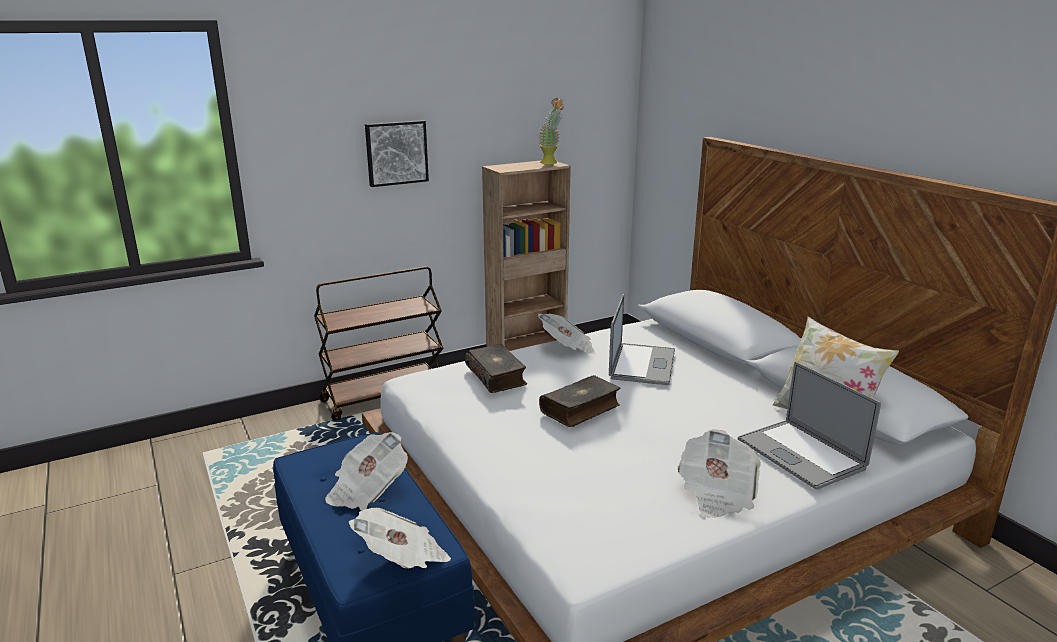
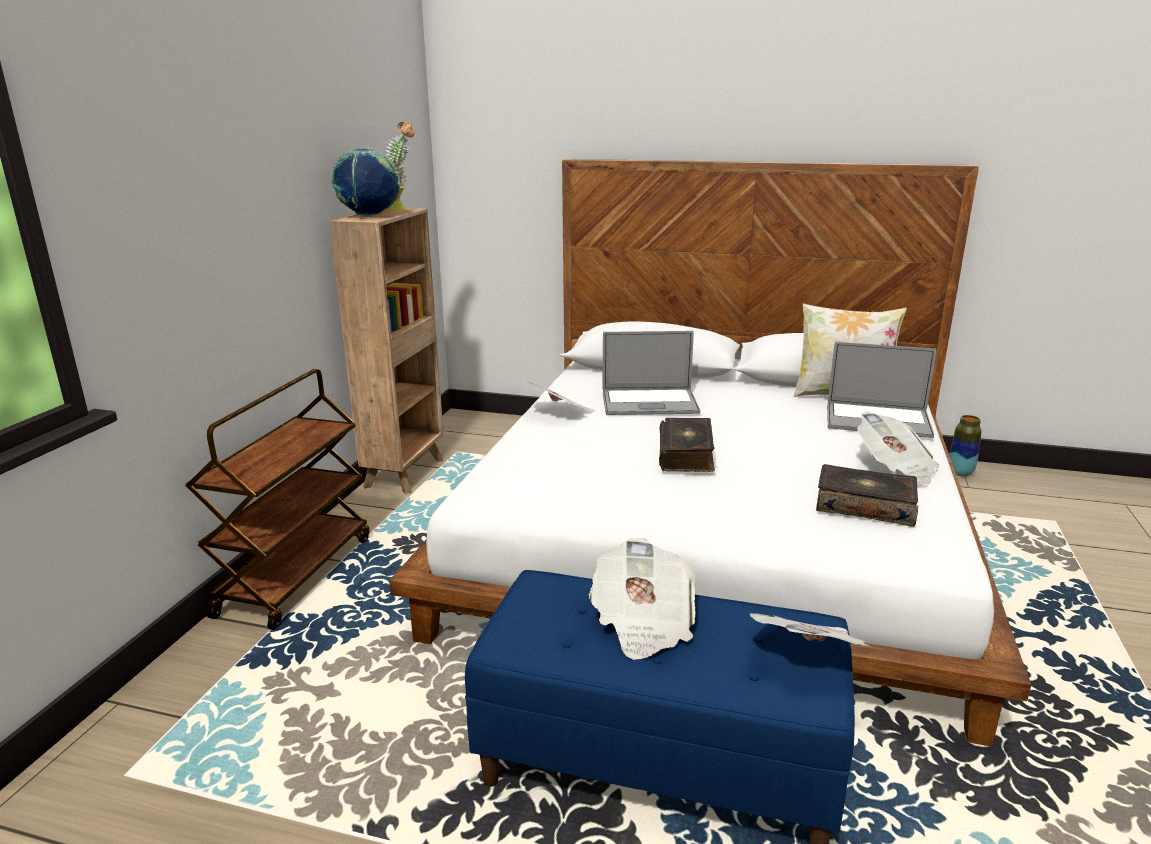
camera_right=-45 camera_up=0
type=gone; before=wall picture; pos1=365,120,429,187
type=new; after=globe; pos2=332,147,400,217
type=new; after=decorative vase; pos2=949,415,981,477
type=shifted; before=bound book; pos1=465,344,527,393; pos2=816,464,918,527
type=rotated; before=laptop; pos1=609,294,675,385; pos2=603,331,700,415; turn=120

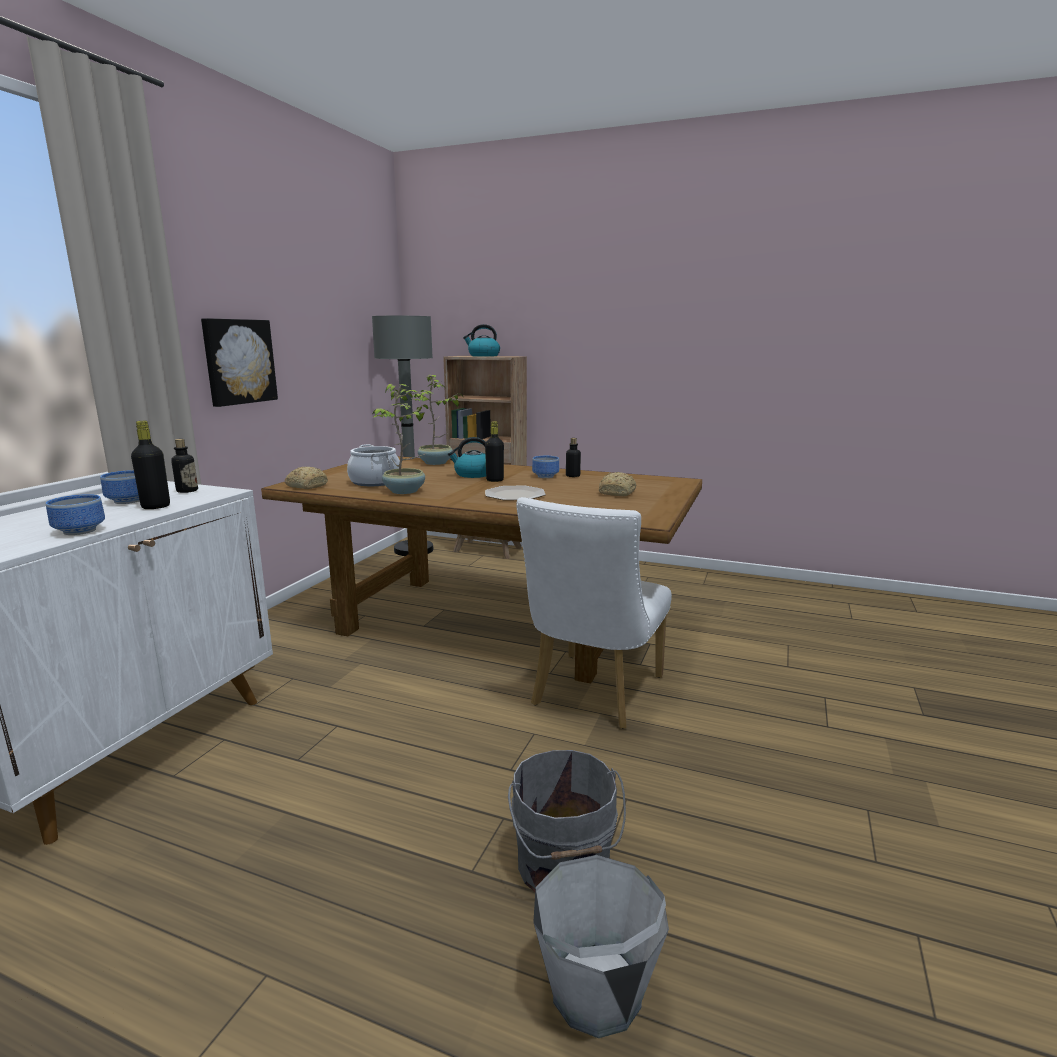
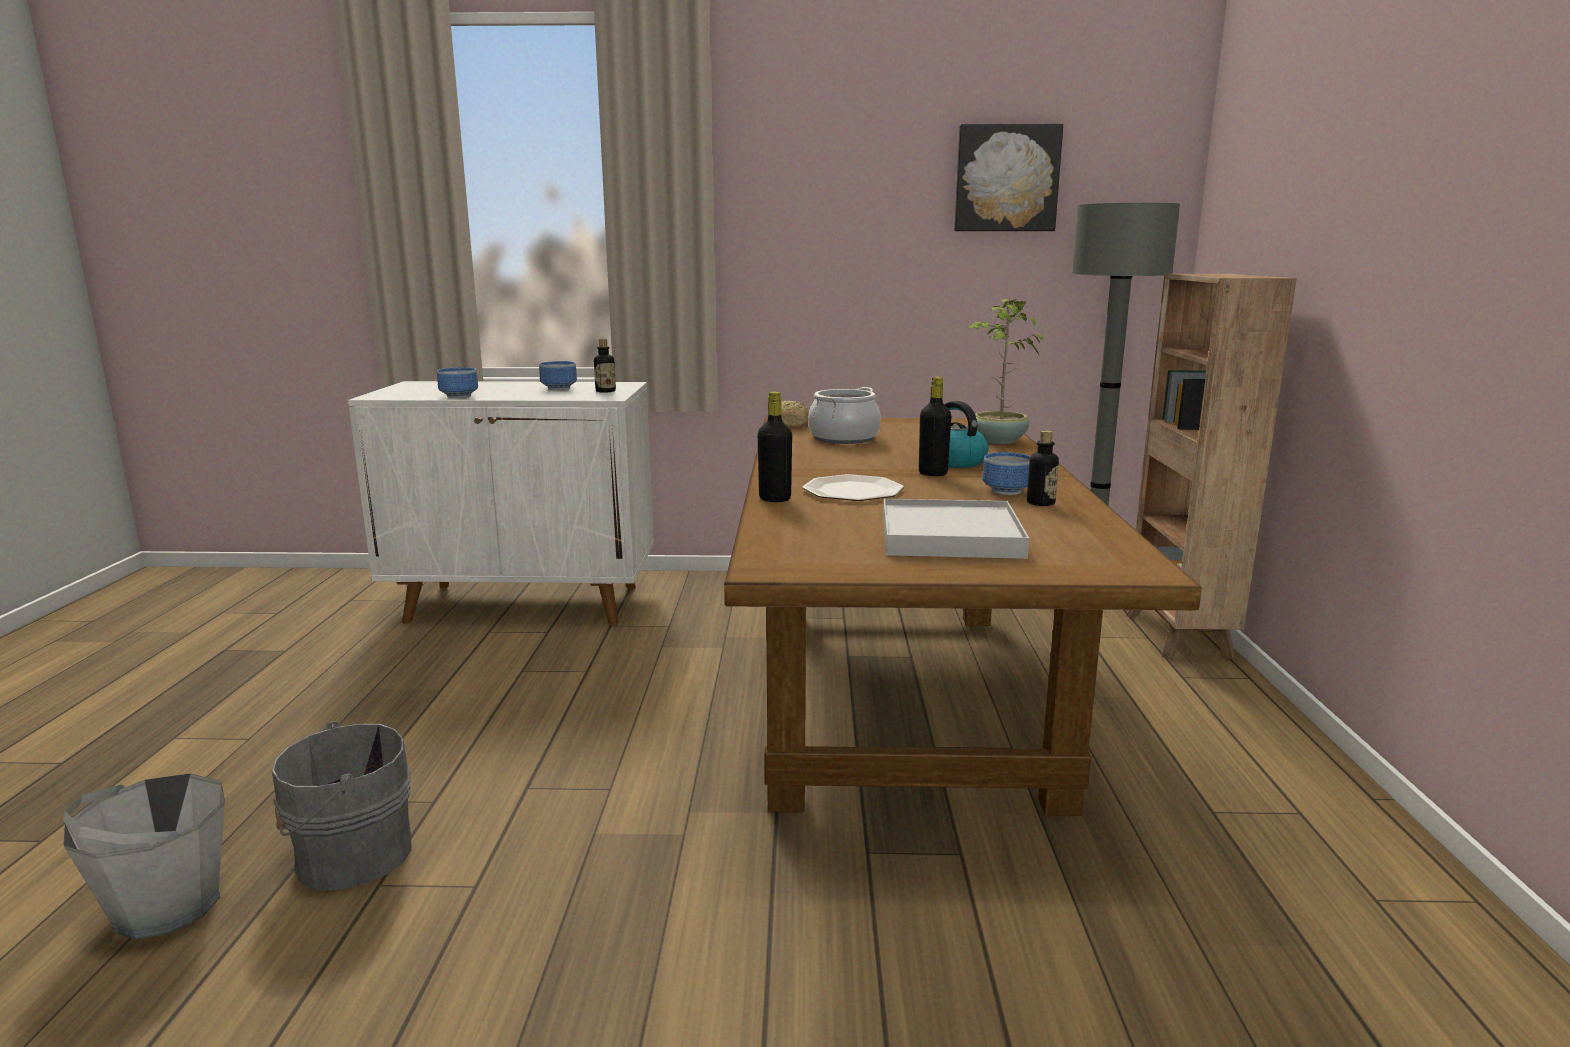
camera_right=70 camera_up=0
type=gone; before=houseplant; pos1=373,384,428,494
type=gone; before=kettle; pos1=463,324,500,357
type=gone; before=chair in white-coloured; pos1=516,497,672,729
type=shifted; before=bottle in blackish; pos1=131,421,170,509; pos2=758,391,792,502
type=shifted; before=wall picture; pos1=201,318,278,407; pos2=954,124,1063,231
type=swapped; before=bread; after=serving tray in white-coloured; pos1=599,472,636,496; pos2=883,499,1029,559

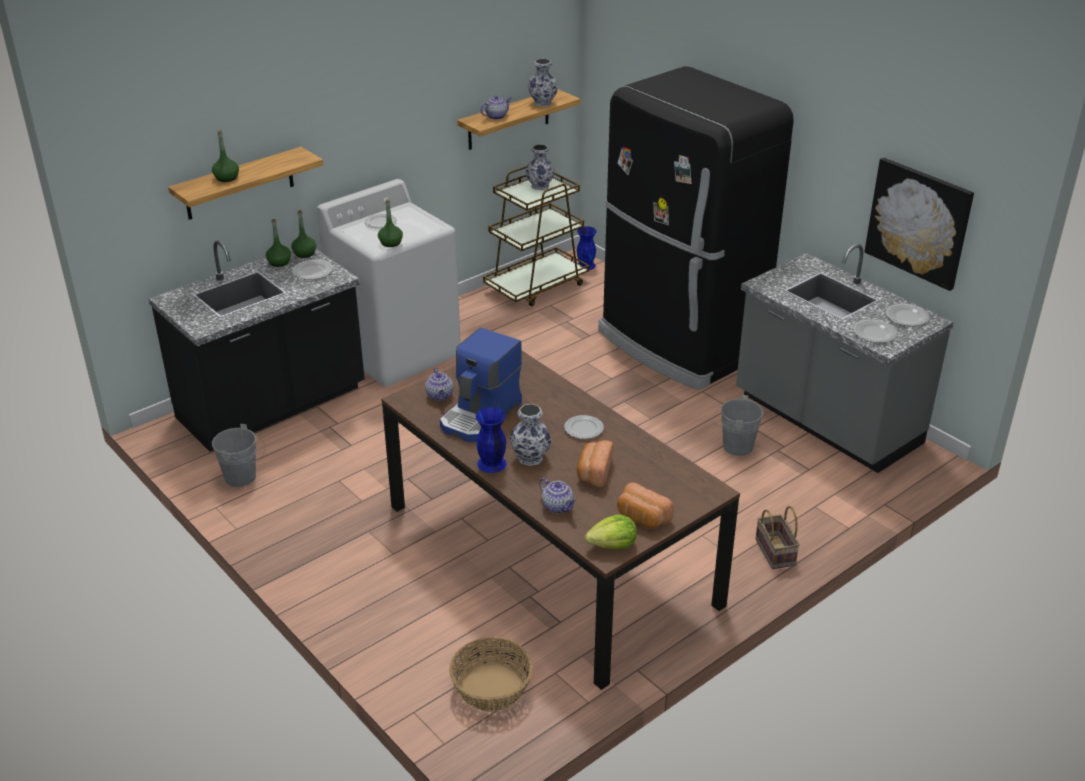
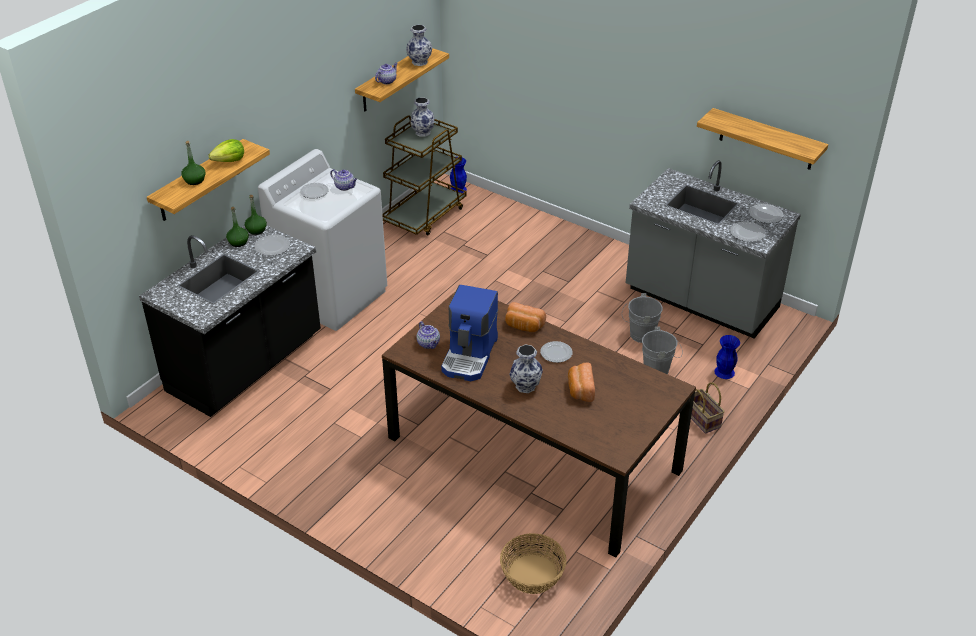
camera_right=-15 camera_up=5
type=gone; before=bottle in greenish; pos1=378,199,403,247
type=gone; before=refrigerator in blackish; pos1=598,66,794,390
type=shifted; before=bucket in gray; pos1=212,424,265,487; pos2=642,327,683,374
type=shifted; before=decorative vase in bluish; pos1=476,407,507,473; pos2=714,335,740,379
type=shifted; before=teapot; pos1=539,478,576,513; pos2=330,169,357,191
type=shifted; before=lettuce head; pos1=585,514,637,549; pos2=208,139,244,162
type=shifted; before=bread; pos1=617,483,674,528; pos2=505,302,546,332
type=swapped; before=wall picture; after=wall shelf; pos1=865,158,974,291; pos2=697,108,828,170

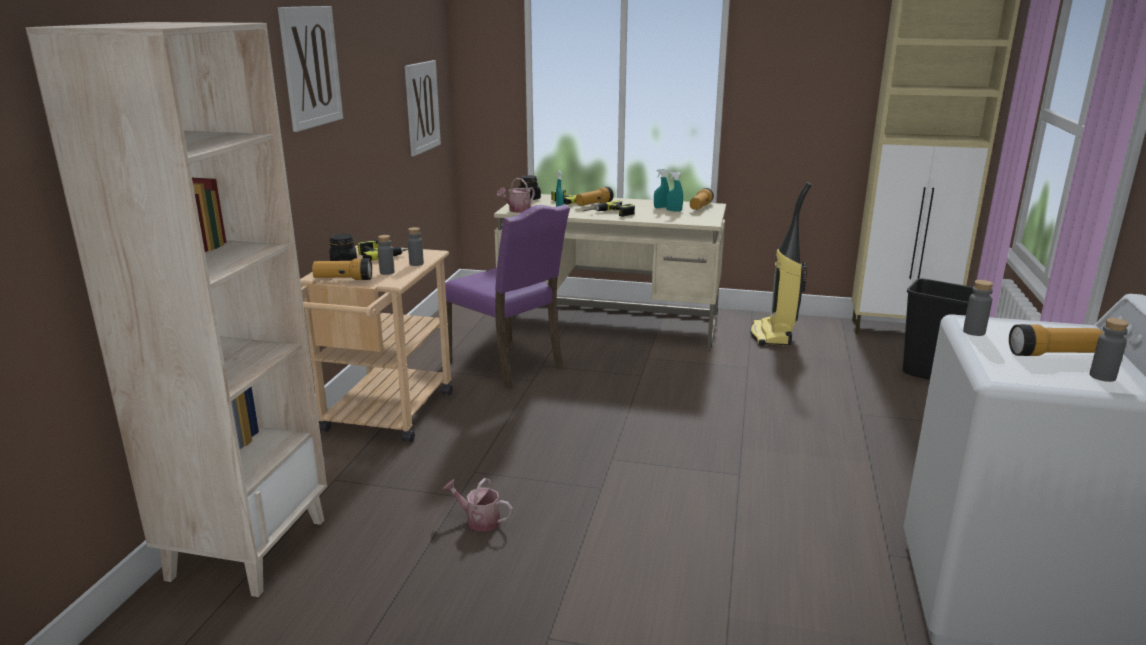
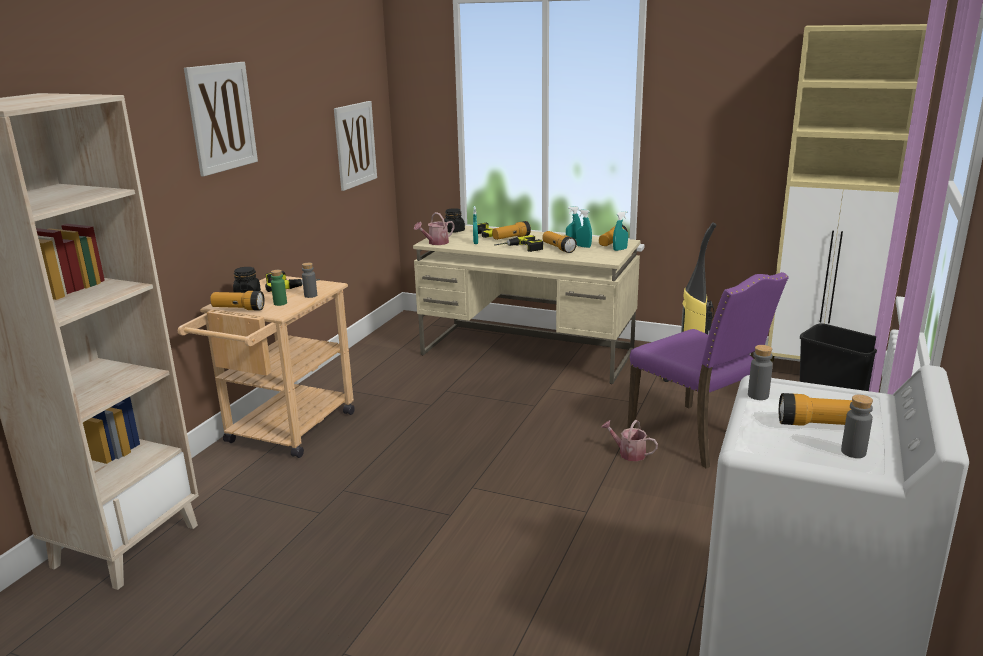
camera_right=10 camera_up=0
type=new; after=hand torch; pos2=543,231,577,253
type=new; after=hand sprayer in blue-green; pos2=613,211,628,251
type=shifted; before=sprinkling can; pos1=443,478,513,532; pos2=602,420,658,461
type=shifted; before=chair in purple; pos1=445,205,570,389; pos2=627,272,789,469
type=repainted; before=bottle in gray; after=bottle in greenish; pos1=378,235,395,275; pos2=271,270,287,306

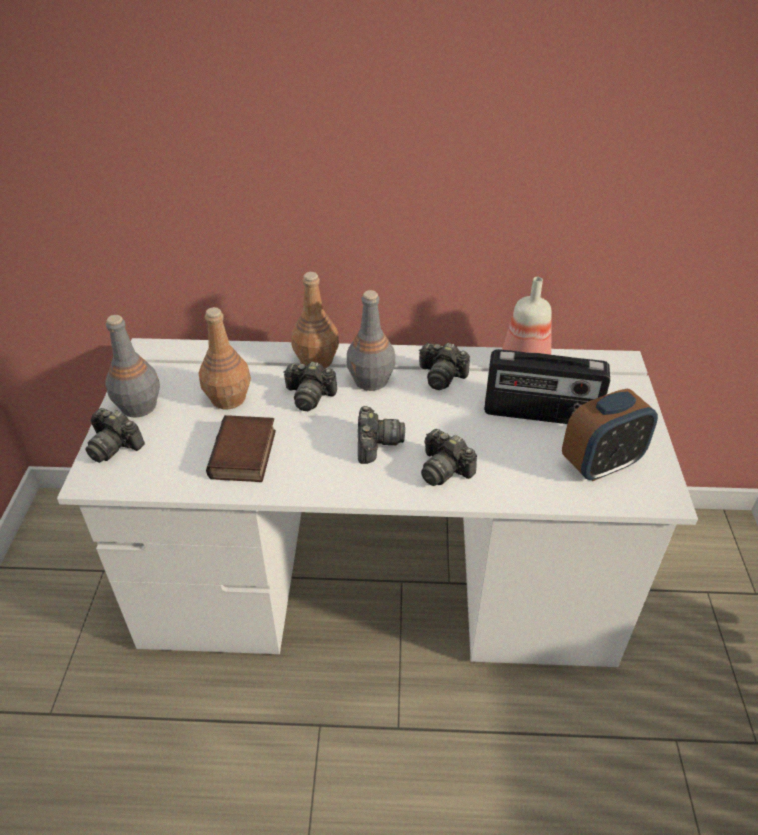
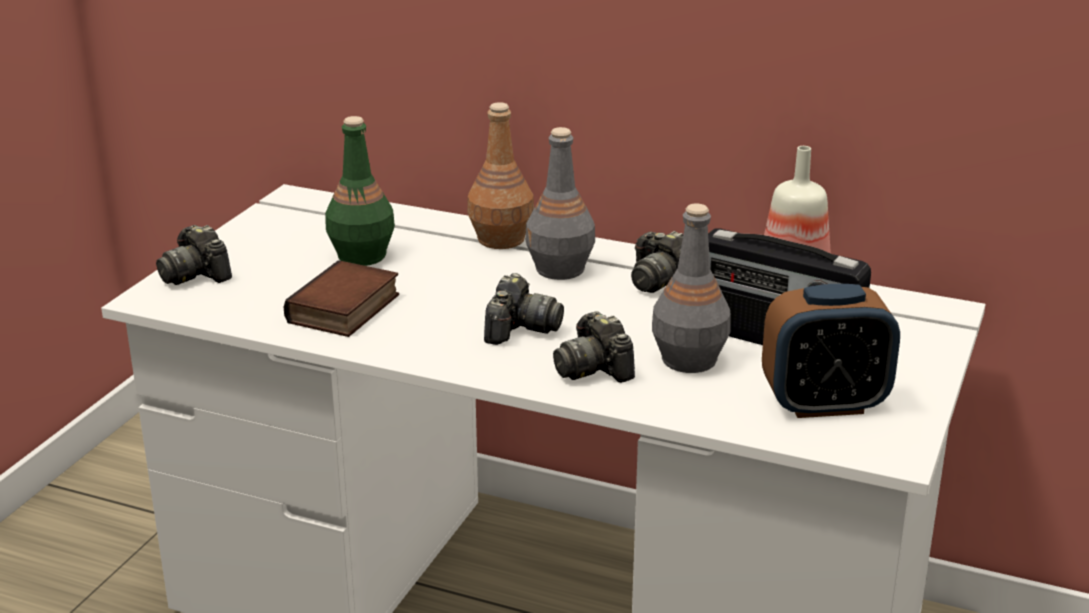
camera_right=20 camera_up=-15
type=gone; before=photo camera; pos1=283,362,337,411
type=shifted; before=bottle in gray; pos1=105,315,160,417; pos2=652,204,731,373
type=repainted; before=bottle in brown-coloured; after=bottle in greenish; pos1=199,307,251,409; pos2=325,116,395,266

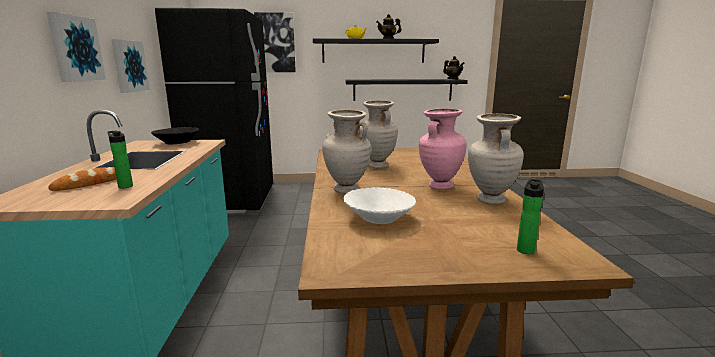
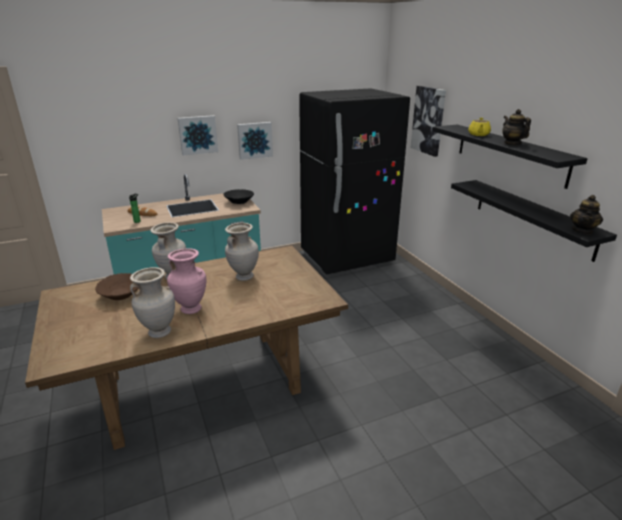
camera_right=70 camera_up=10
type=gone; before=bottle; pos1=517,179,544,254
type=repainted; before=serving bowl in white-coloured; after=serving bowl in brown-coloured; pos1=343,188,416,224; pos2=95,273,139,300

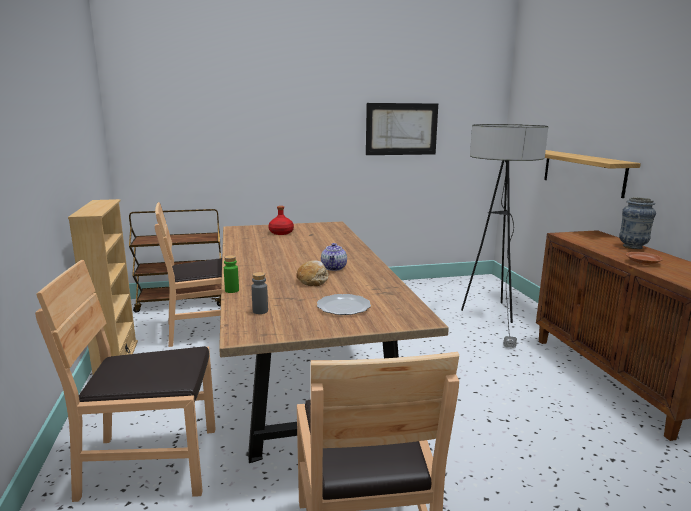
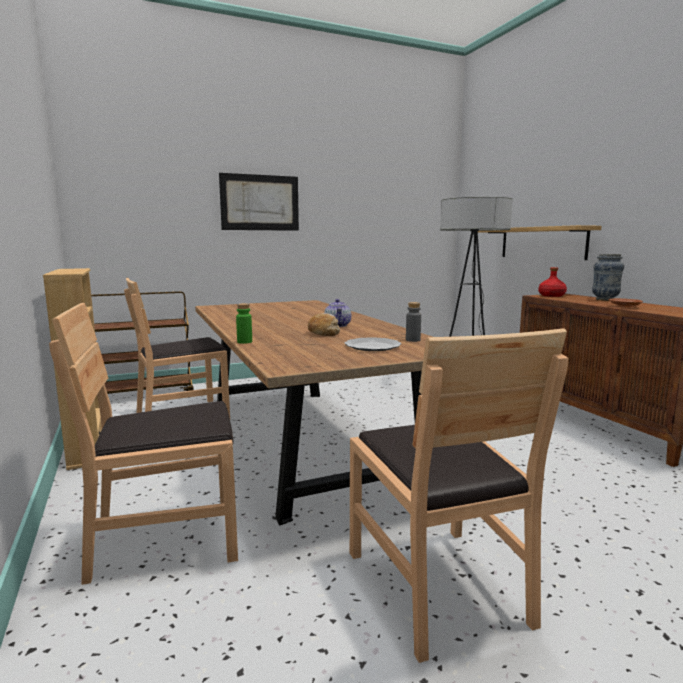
camera_right=-10 camera_up=-5
type=shifted; before=bottle in gray; pos1=251,272,268,314; pos2=406,302,421,342
type=shifted; before=bottle in red; pos1=268,206,294,235; pos2=538,267,567,297
type=shifted; before=wall picture; pos1=366,103,438,155; pos2=219,173,299,231

